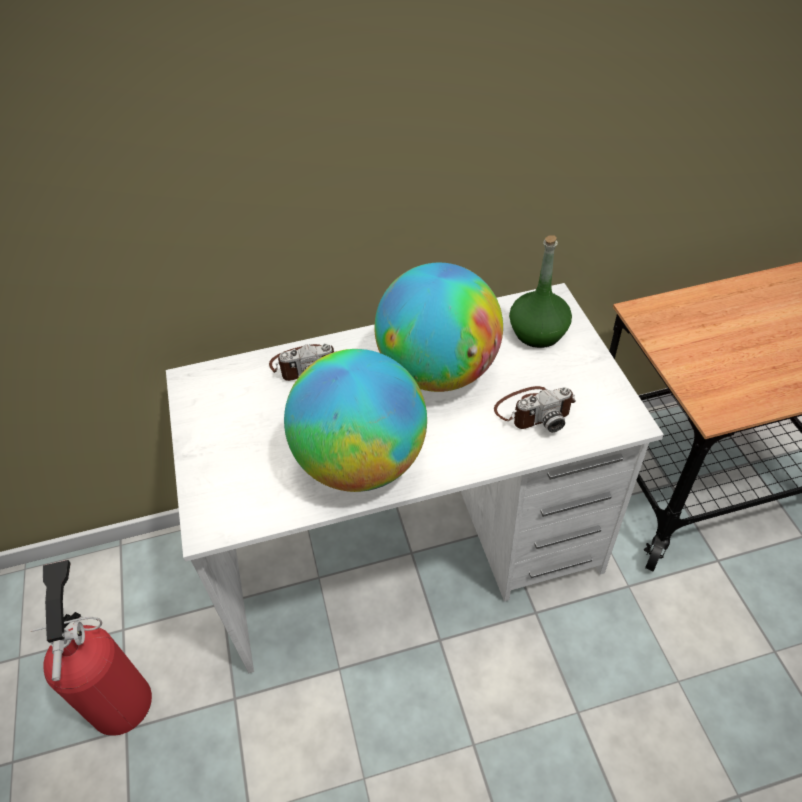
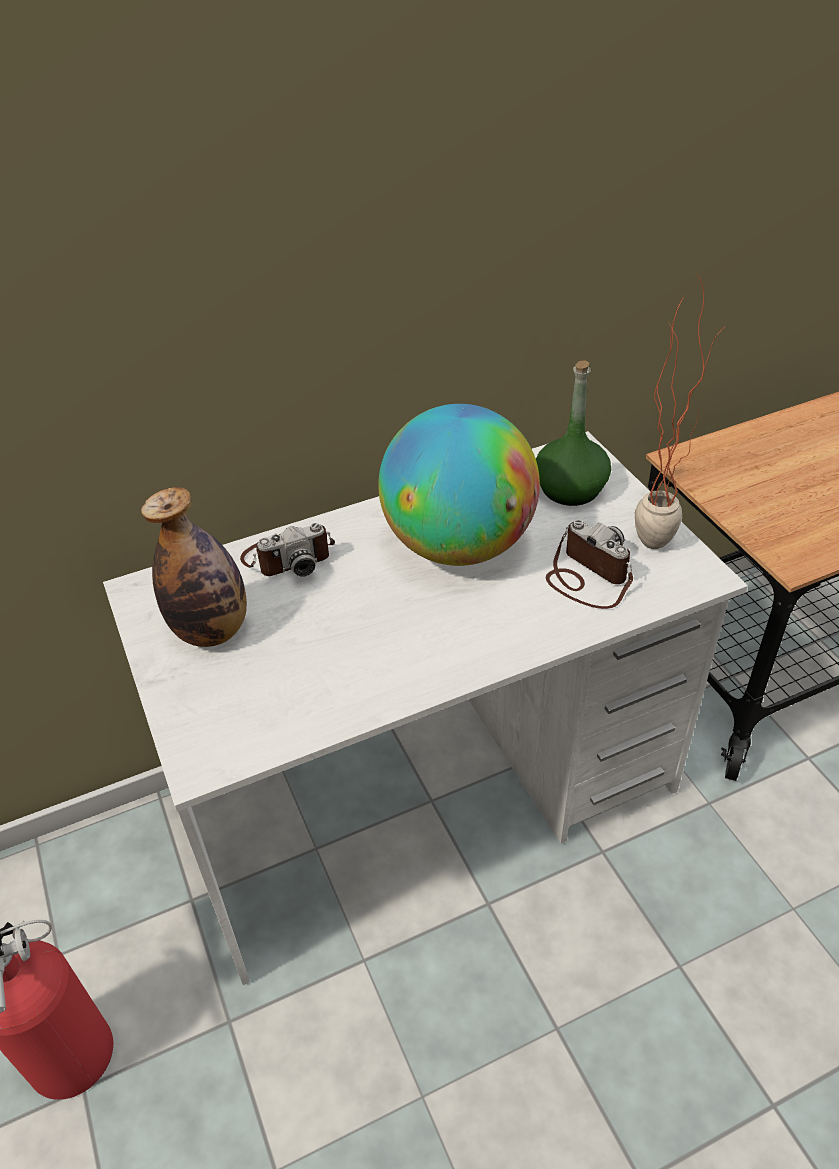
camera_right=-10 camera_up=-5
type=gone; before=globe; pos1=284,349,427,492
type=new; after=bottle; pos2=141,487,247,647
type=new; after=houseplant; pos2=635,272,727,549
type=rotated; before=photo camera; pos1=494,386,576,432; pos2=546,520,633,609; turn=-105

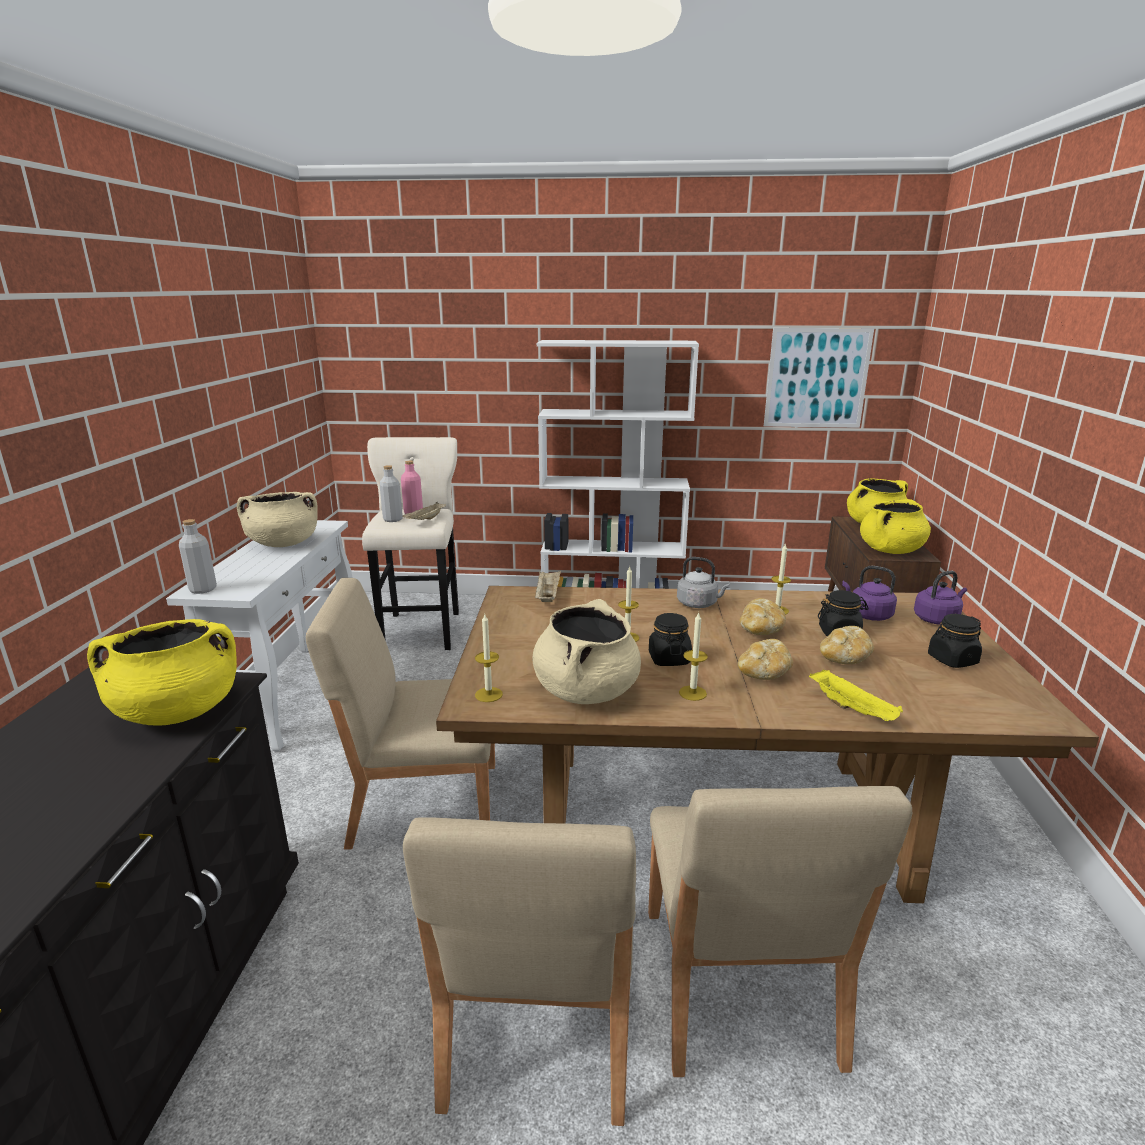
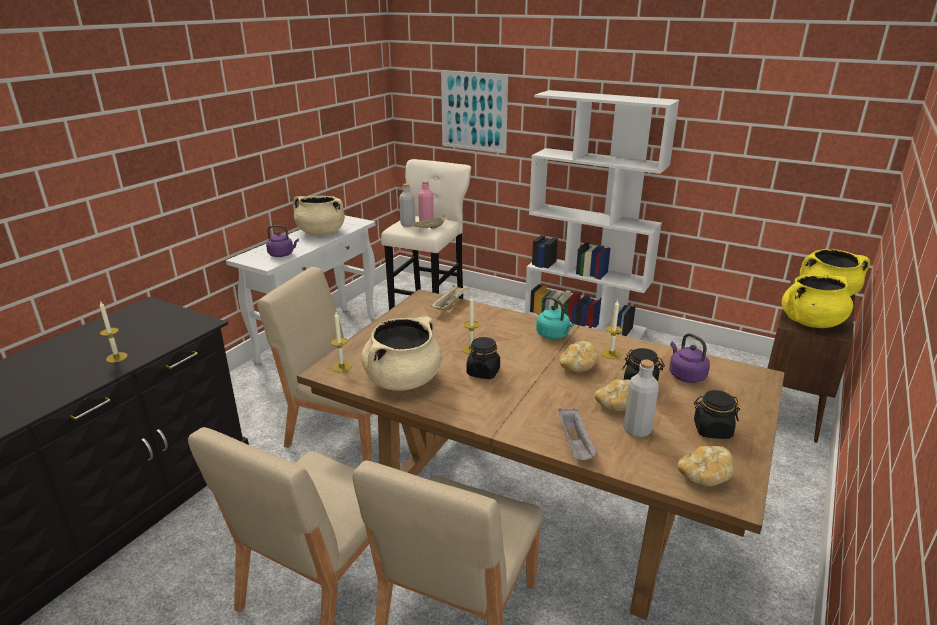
camera_right=25 camera_up=5
type=gone; before=cooking pot in yellow-coloured; pos1=87,619,237,726
type=shifted; before=bottle in gray; pos1=179,519,217,594; pos2=623,359,659,437
type=shifted; before=wax light; pos1=679,612,708,701; pos2=99,300,128,363
type=shifted; before=bread; pos1=738,639,793,680; pos2=677,446,734,486
type=shifted; before=wall picture; pos1=764,328,874,428; pos2=441,70,508,154
type=shifted; before=kettle in purple; pos1=914,571,967,625; pos2=266,225,299,257
type=repainted; before=kettle in gray; after=kettle in blue-green; pos1=677,557,730,608; pos2=536,296,574,339
type=repainted; before=serving tray in yellow-coloured; after=serving tray in gray; pos1=809,669,903,721; pos2=558,408,598,460

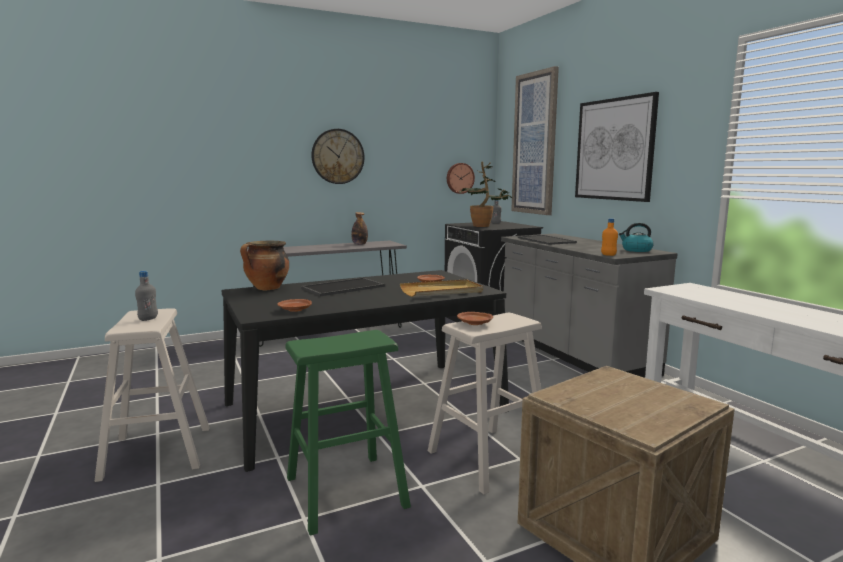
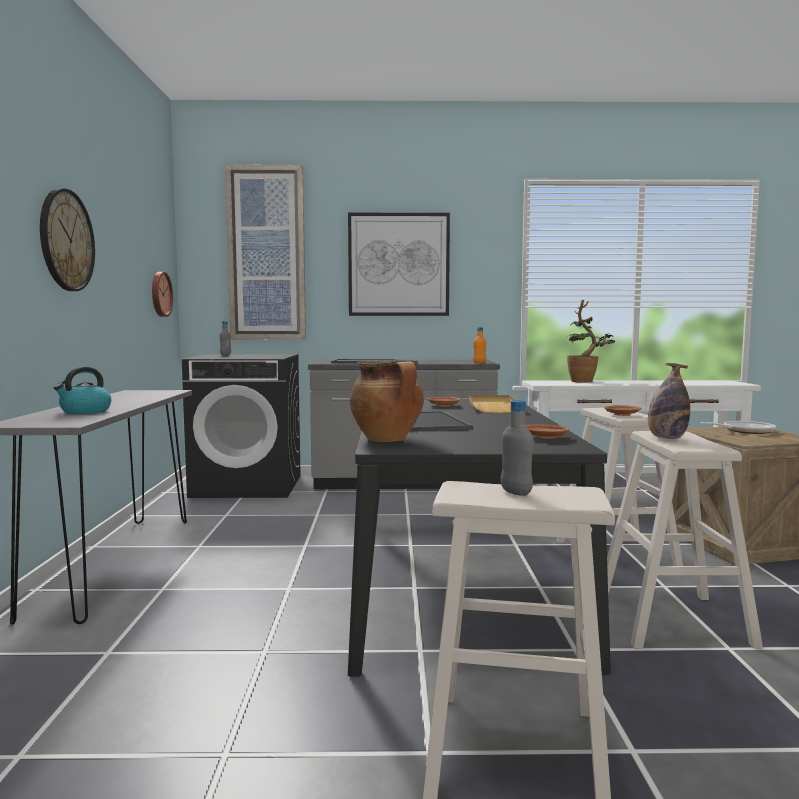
camera_right=-65 camera_up=-5
type=new; after=frying pan; pos2=700,421,776,434
type=shifted; before=bottle; pos1=351,212,368,245; pos2=648,363,690,439
type=shifted; before=houseplant; pos1=459,162,512,227; pos2=567,300,616,383
type=shifted; before=kettle; pos1=619,223,654,252; pos2=54,367,111,414
type=repainted; before=stool in greenish; after=stool in beige; pos1=285,330,411,536; pos2=607,431,763,649

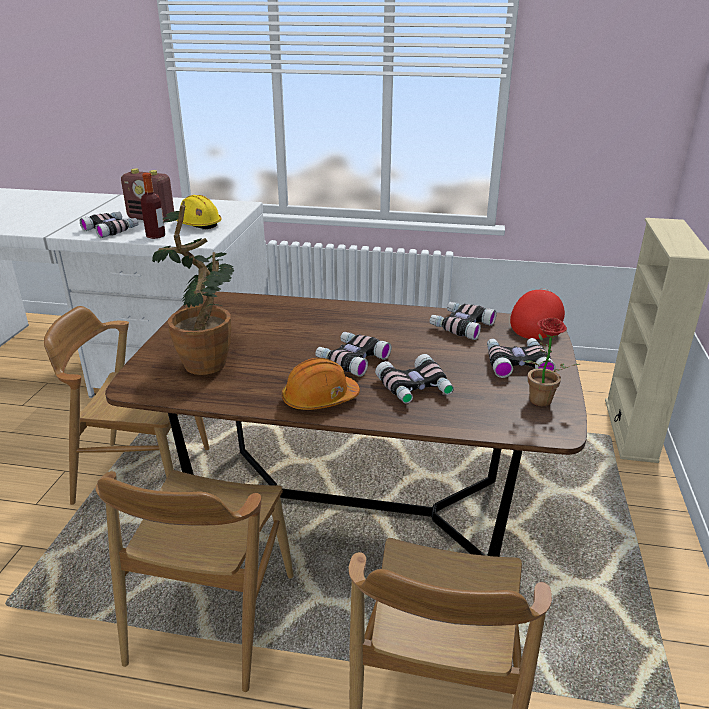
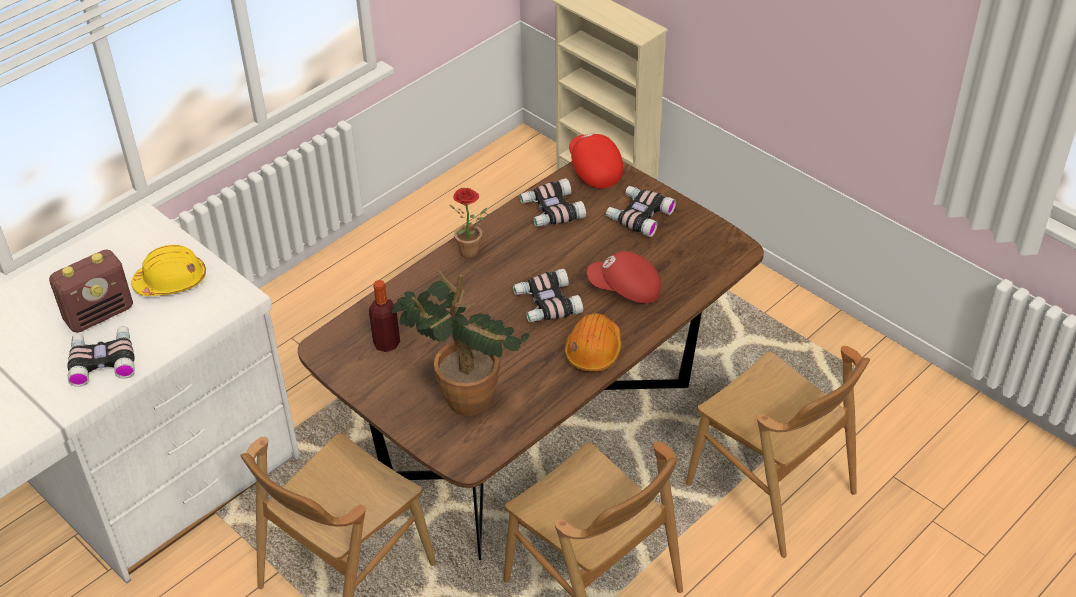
camera_right=-55 camera_up=15
type=shifted; before=bottle; pos1=141,173,165,239; pos2=369,280,400,352
type=shifted; before=houseplant; pos1=523,318,580,406; pos2=450,188,487,258
type=swapped; before=pair of binoculars; after=cap in red; pos1=375,354,454,404; pos2=587,251,661,304

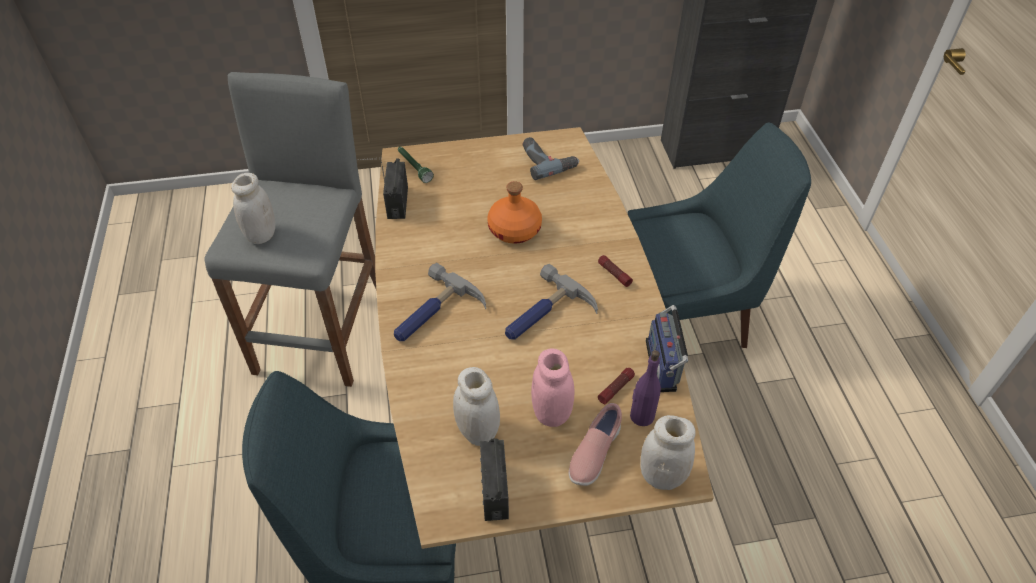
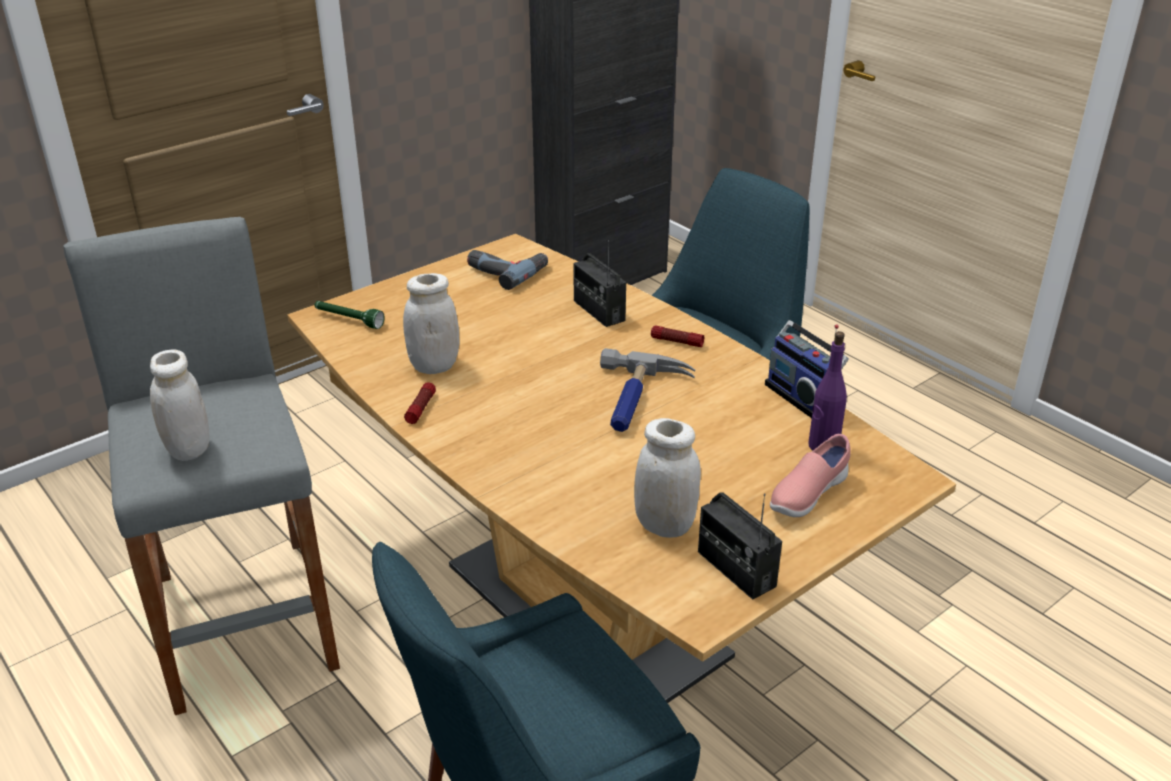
camera_right=-30 camera_up=-15
type=gone; before=hand hammer; pos1=394,263,486,341
type=gone; before=bottle in orange; pos1=487,181,542,243
type=gone; before=jar in pinkish; pos1=531,349,575,427
type=shifted; before=radio receiver; pos1=381,158,408,219; pos2=573,240,626,327
type=shifted; before=hand torch; pos1=598,368,635,404; pos2=404,382,436,424
type=shifted; before=jar in white-coloured; pos1=640,415,696,490; pos2=403,273,460,374
type=rotated; before=low shoe in pinkish; pos1=569,403,622,486; pos2=770,434,851,517; turn=45

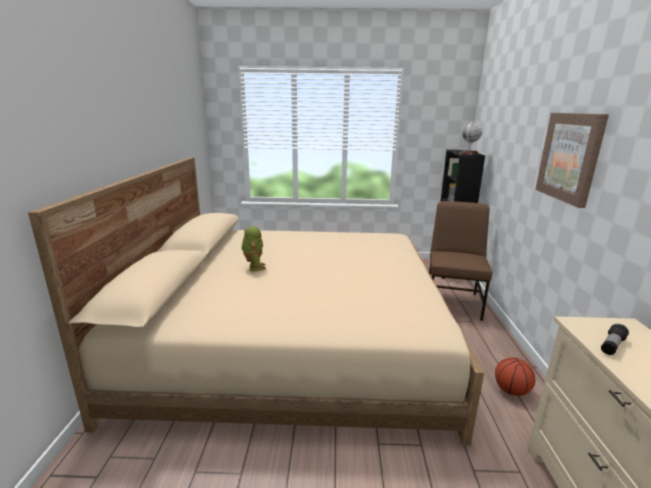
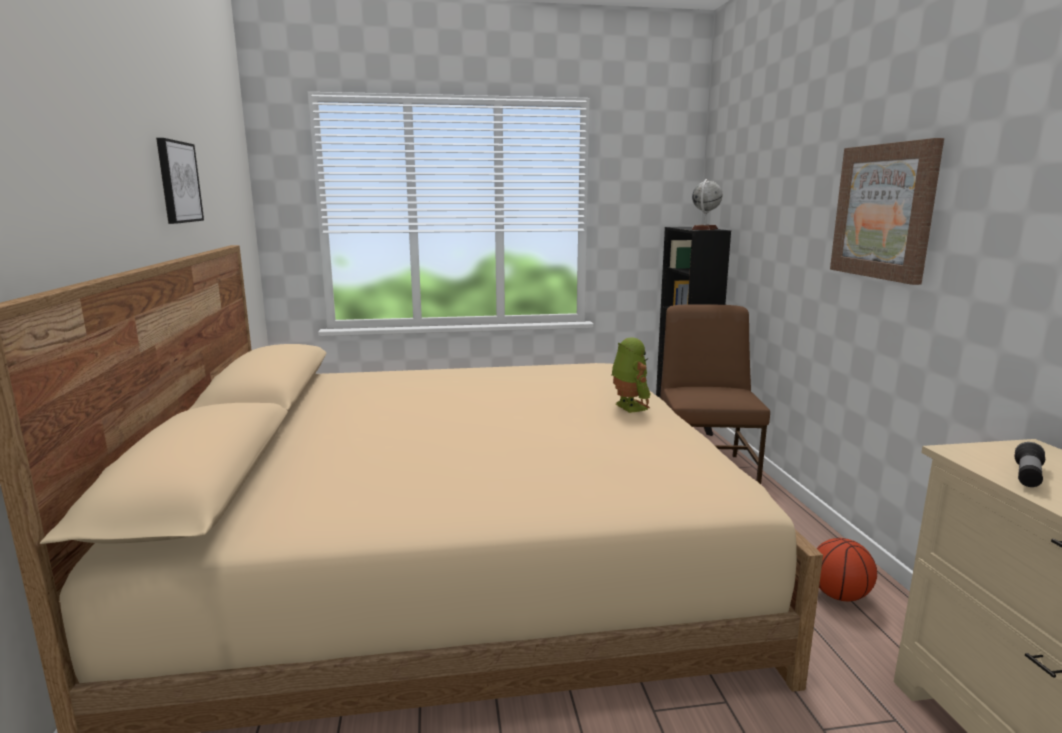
camera_right=-10 camera_up=-5
type=new; after=wall picture; pos2=156,138,204,224
type=shifted; before=model robot; pos1=242,226,266,271; pos2=611,337,651,413

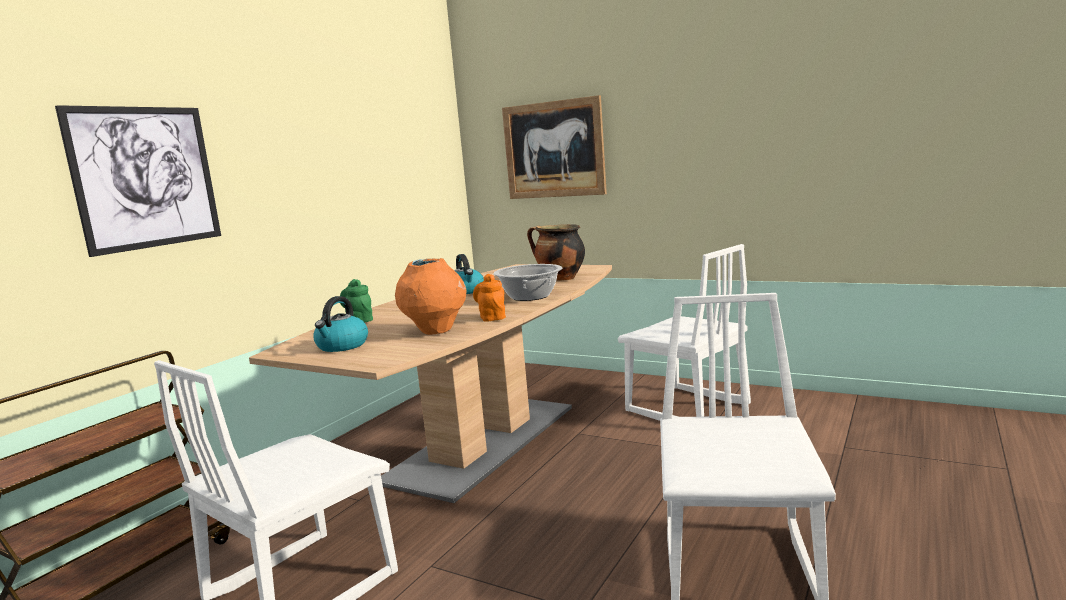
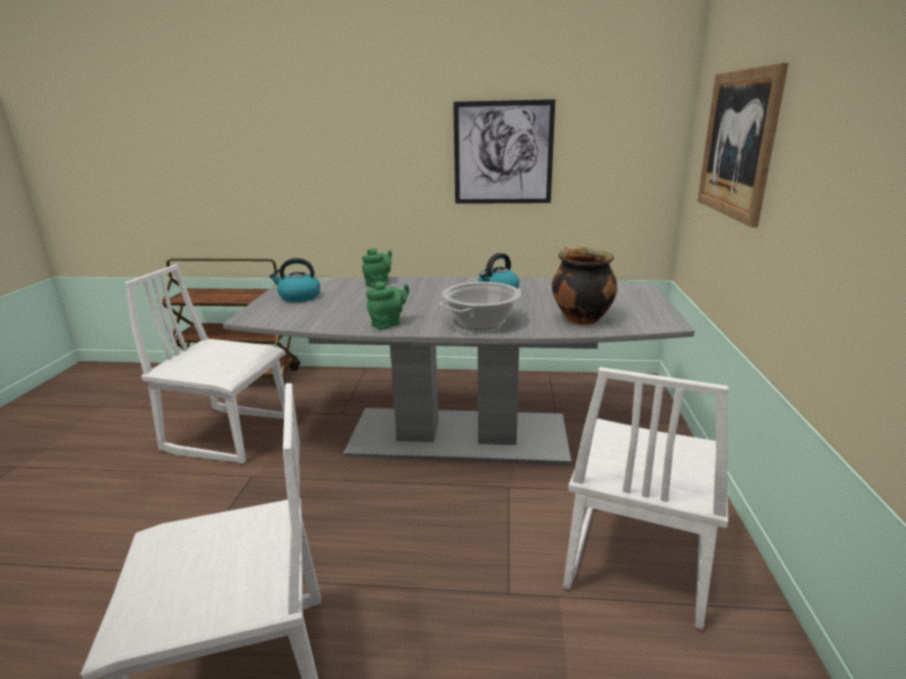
camera_right=65 camera_up=10
type=gone; before=decorative vase in orange; pos1=395,258,466,335
type=shifted; before=wall picture; pos1=55,105,221,257; pos2=453,99,555,204
type=repainted; before=dinner table in brown-coloured; after=dinner table in gray; pos1=249,264,612,503; pos2=223,277,695,465
type=repainted; before=teapot in orange; after=teapot in greenish; pos1=473,274,506,322; pos2=366,281,409,329

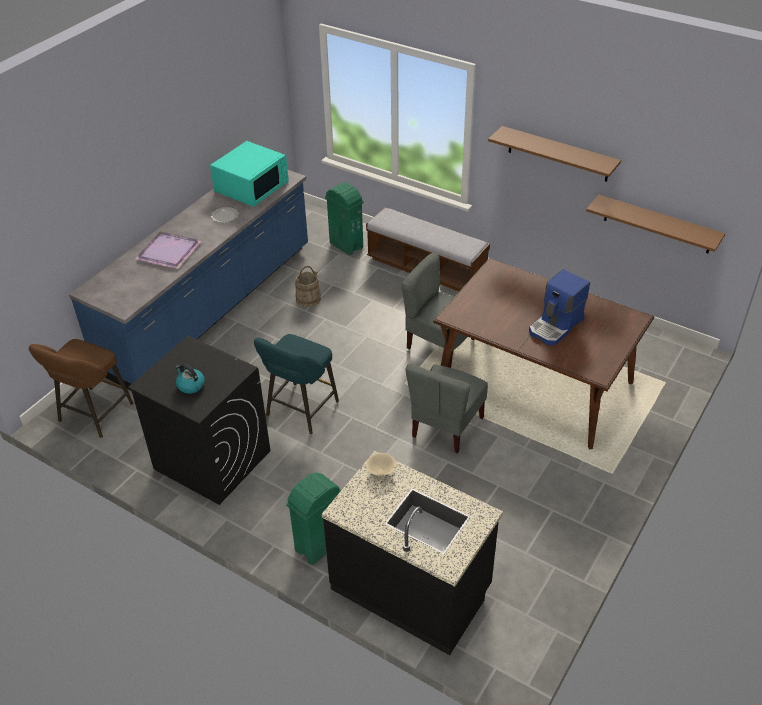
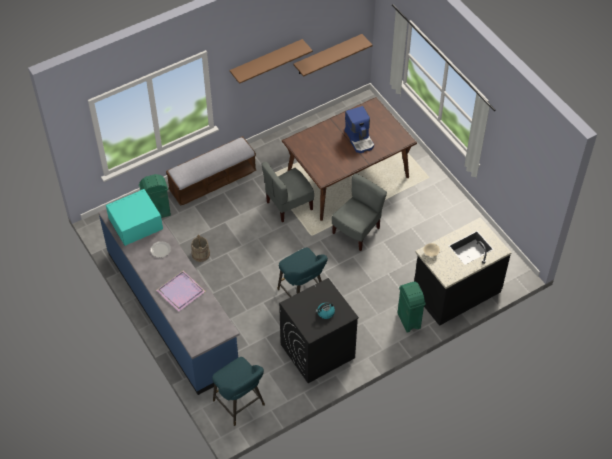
camera_right=-65 camera_up=10
type=repainted; before=stool in brown-coloured; after=stool in blue-green; pos1=29,339,133,438; pos2=212,357,265,426
type=rotated; before=kitchen microwave in blue-green; pos1=210,141,289,207; pos2=106,189,163,246; turn=-90
type=rotated; before=chair in gray; pos1=406,364,488,453; pos2=332,173,387,251; turn=-105

